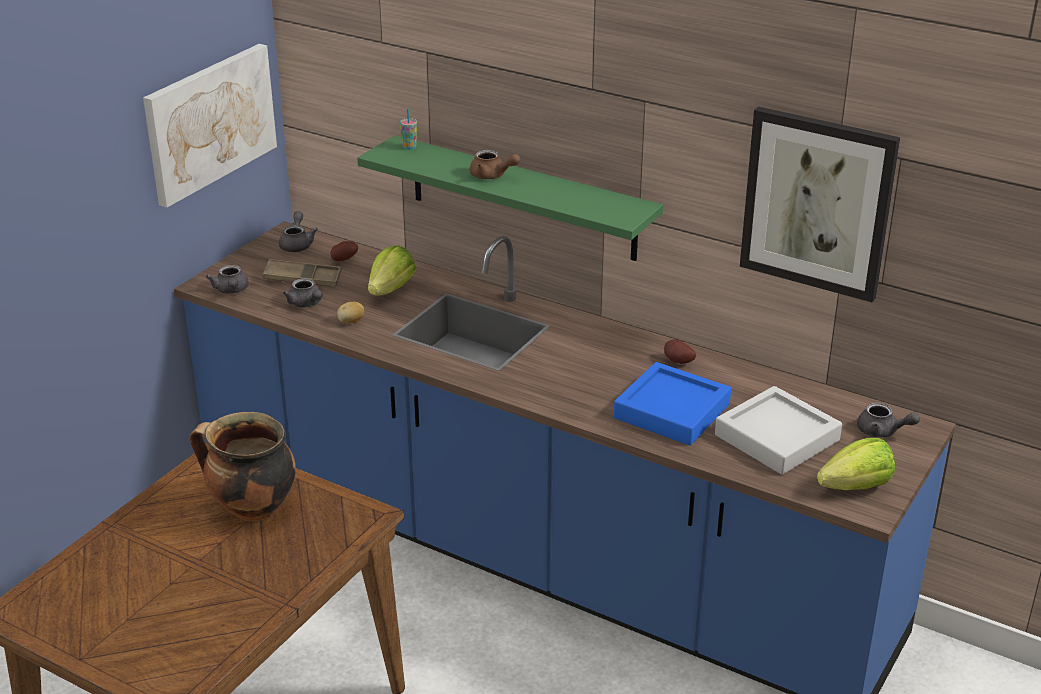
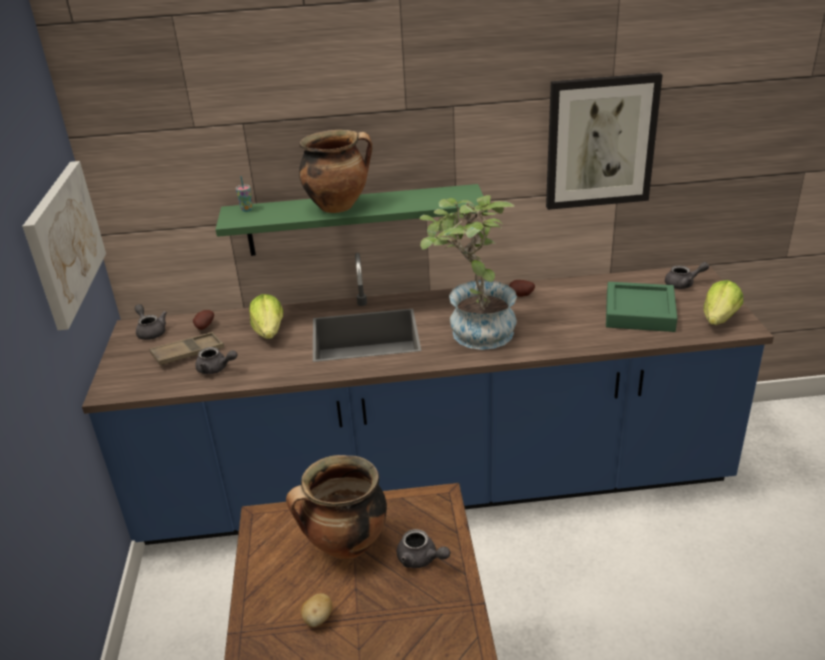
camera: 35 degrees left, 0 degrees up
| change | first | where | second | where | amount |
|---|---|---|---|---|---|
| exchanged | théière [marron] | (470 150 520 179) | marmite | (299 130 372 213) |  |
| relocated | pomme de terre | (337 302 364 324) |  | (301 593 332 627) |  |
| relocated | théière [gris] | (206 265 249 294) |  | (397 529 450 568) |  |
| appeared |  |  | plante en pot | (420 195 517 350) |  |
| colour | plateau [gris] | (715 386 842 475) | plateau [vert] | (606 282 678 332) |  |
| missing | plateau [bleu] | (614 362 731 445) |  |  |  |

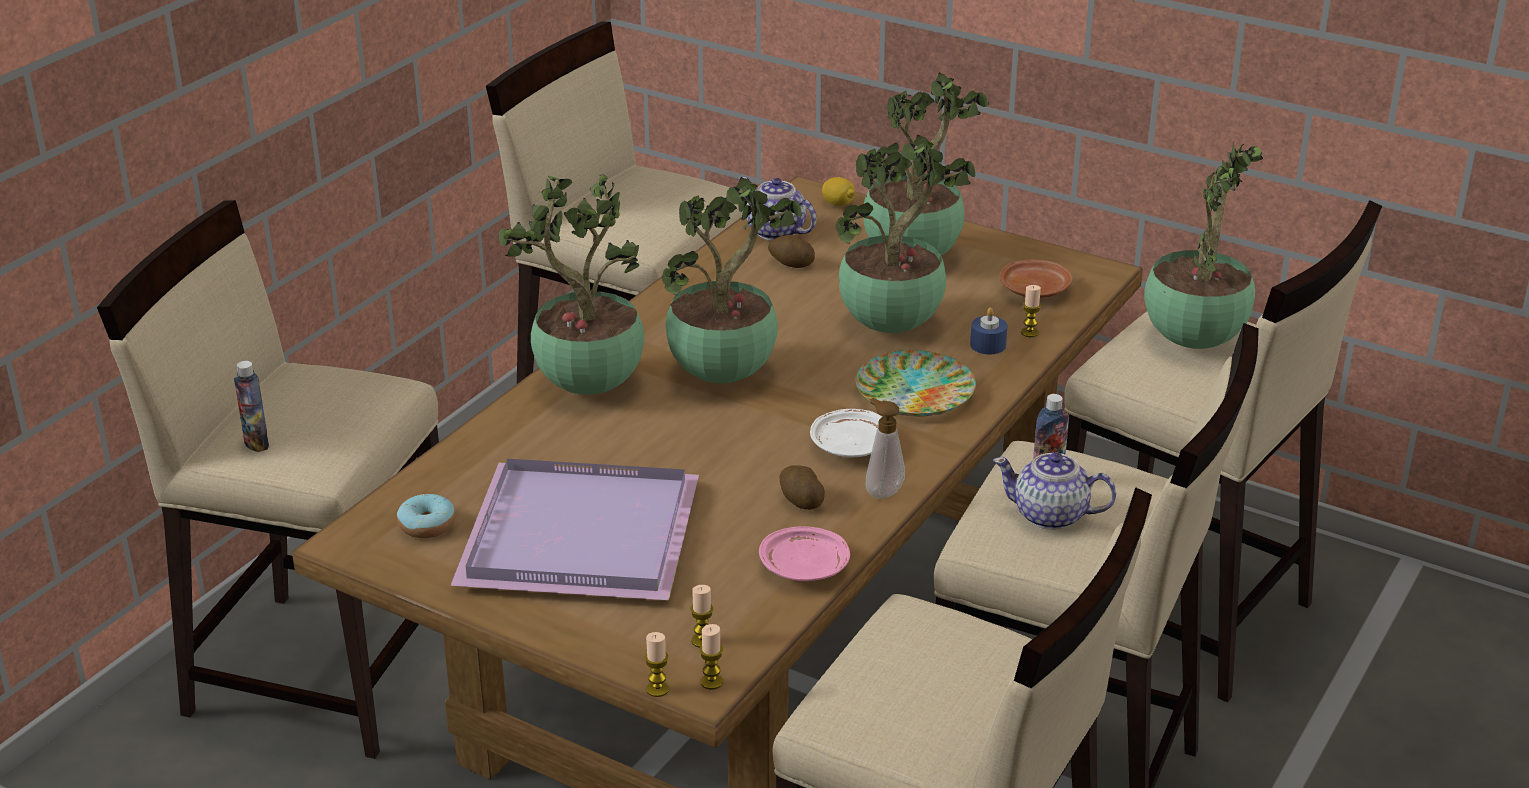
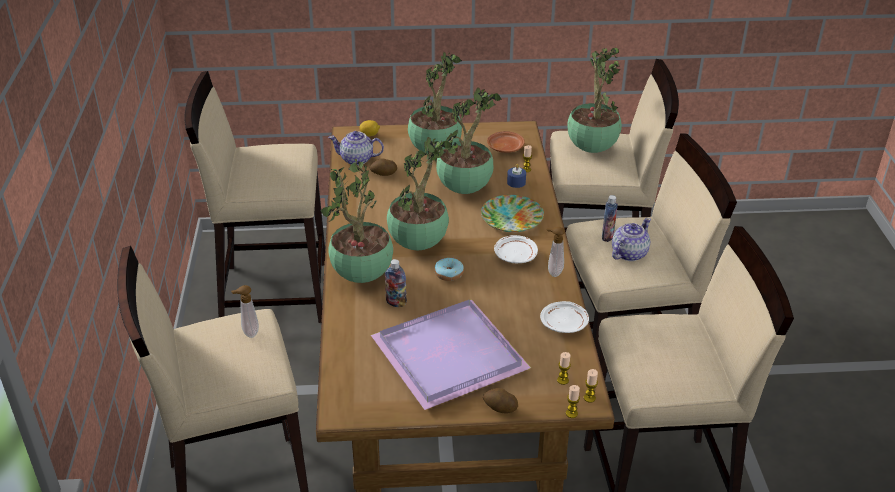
camera: 35 degrees left, 5 degrees up
| change | first | where | second | where | amount |
|---|---|---|---|---|---|
| appeared |  |  | distributeur de savon | (231 285 259 338) |  |
| relocated | bouteille | (234 361 269 452) |  | (385 259 407 307) |  |
| relocated | beignet | (397 494 455 538) |  | (434 258 464 281) |  |
| relocated | pomme de terre | (779 465 825 510) |  | (483 388 518 414) |  |
| colour | assiette [rose] | (759 526 850 581) | assiette [blanc] | (540 301 589 333) |  |
| spun | théière | (993 452 1116 530) |  | (612 218 651 261) | 150 degrees clockwise |

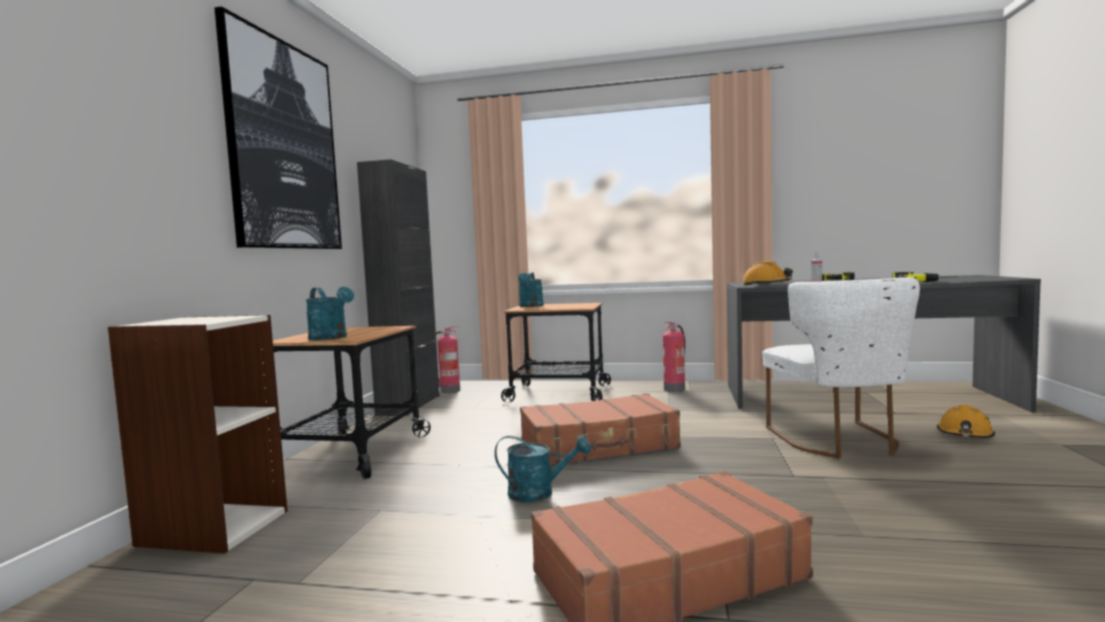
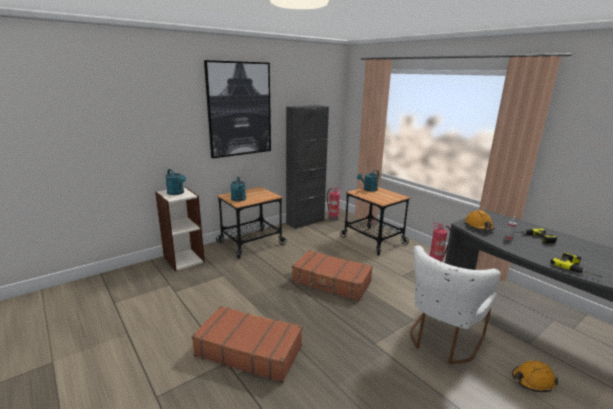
camera: 40 degrees right, 15 degrees up
| change | first | where | second | where | amount |
|---|---|---|---|---|---|
| relocated | arrosoir [turquoise] | (495 435 591 502) |  | (165 169 186 195) |  |

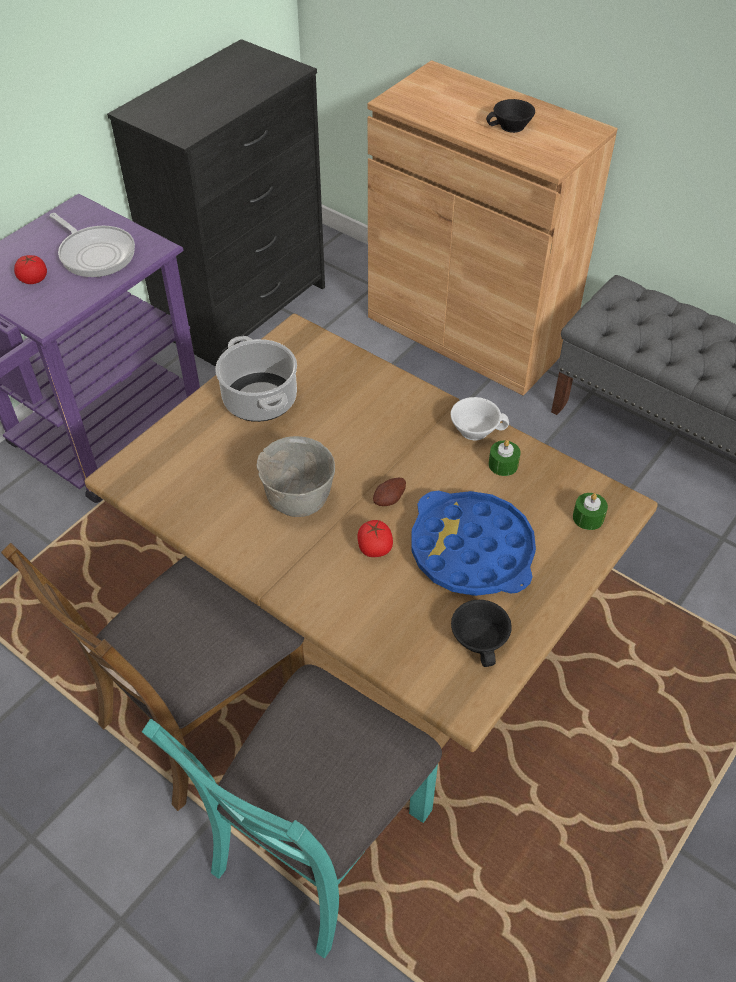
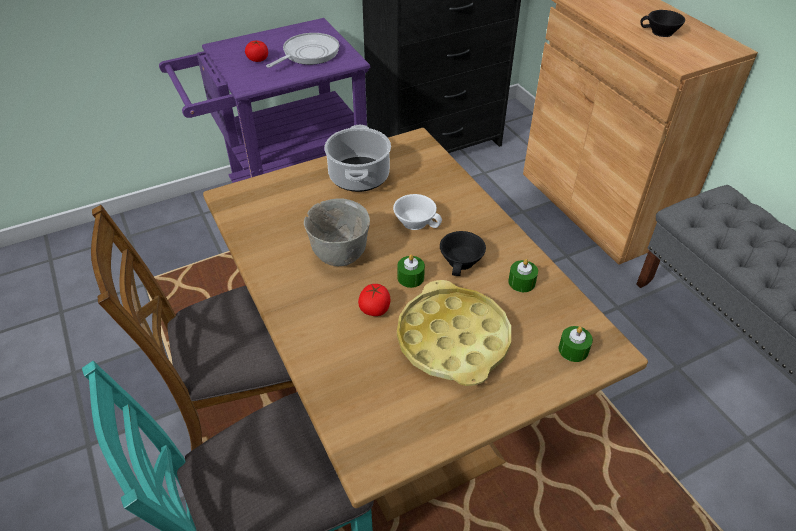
camera: 25 degrees right, 5 degrees down
| change | first | where | second | where | amount |
|---|---|---|---|---|---|
| spun | poêle | (49 213 135 277) |  | (266 33 339 68) | 120 degrees counterclockwise |
| relocated | tasse [blanc] | (451 397 509 440) |  | (393 194 442 230) |  |
| exchanged | pomme de terre | (373 478 406 506) | bougie [vert] | (397 254 425 288) |  |
| colour | plateau [bleu] | (411 491 536 596) | plateau [jaune] | (397 280 511 386) |  |
| relocated | tasse [noir] | (451 600 512 667) |  | (440 231 486 276) |  |

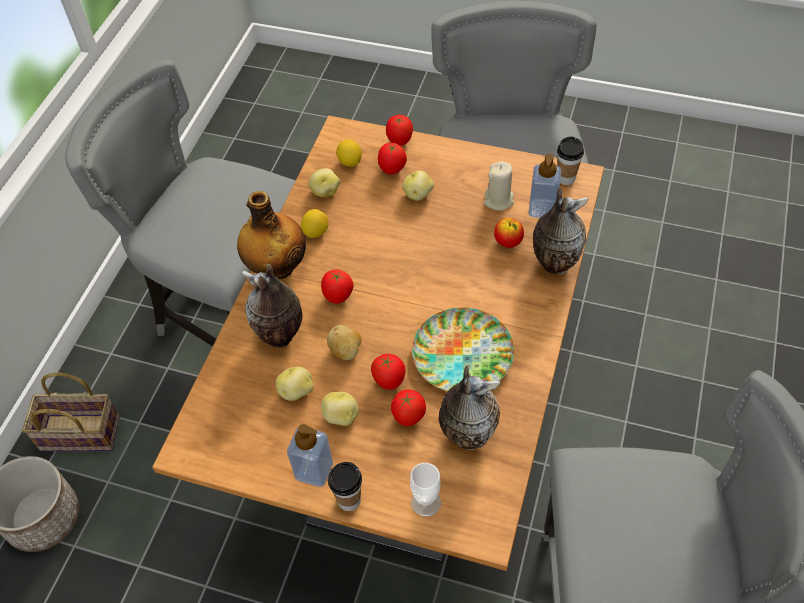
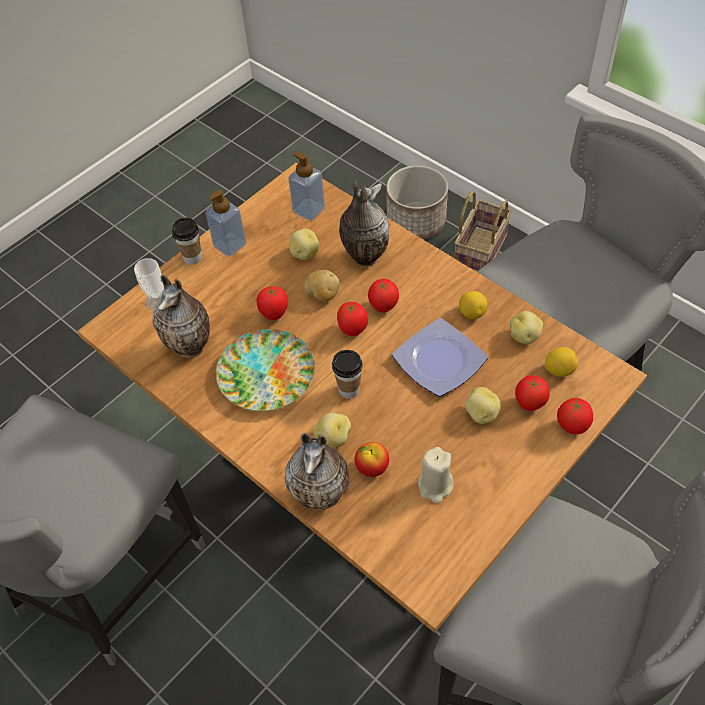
camera: 115 degrees right, 0 degrees up
| change | first | where | second | where | amount |
|---|---|---|---|---|---|
| relocated | distributeur de savon | (528 154 561 218) |  | (288 152 325 221) |  |
| relocated | pomme de terre | (321 392 359 426) |  | (314 413 351 448) |  |
| relocated | tasse | (557 136 584 185) |  | (332 350 363 399) |  |
| relocated | tomate | (391 389 426 426) |  | (337 302 368 336) |  |
| appeared |  |  | assiette | (392 318 488 397) |  |
| missing | bouteille | (237 191 306 279) |  |  |  |

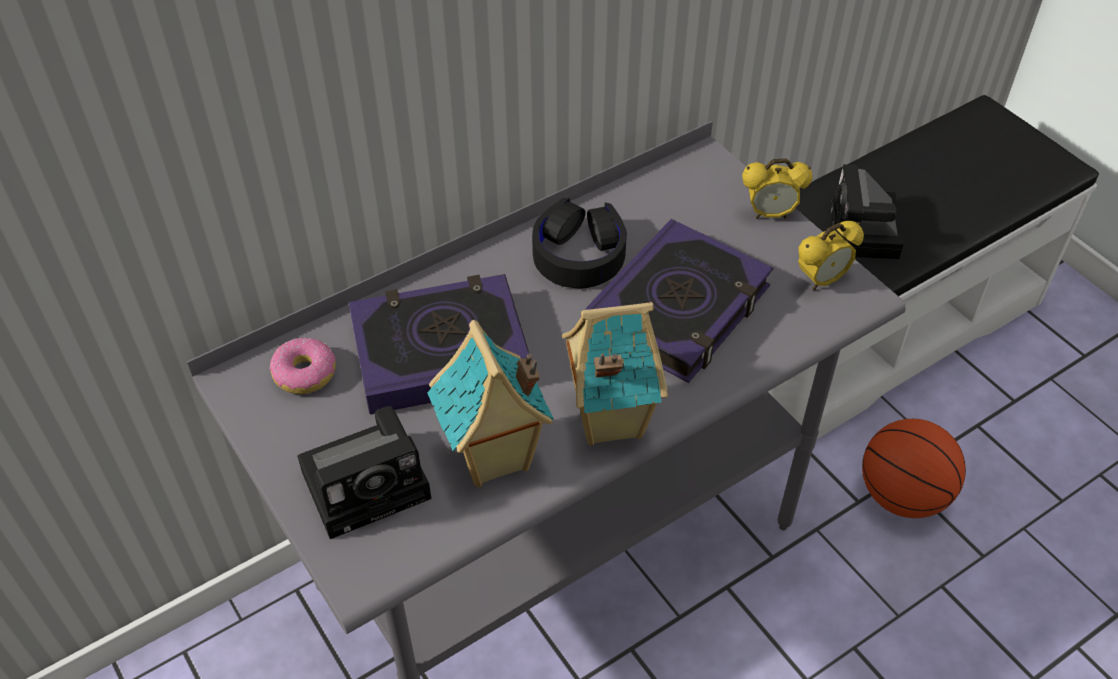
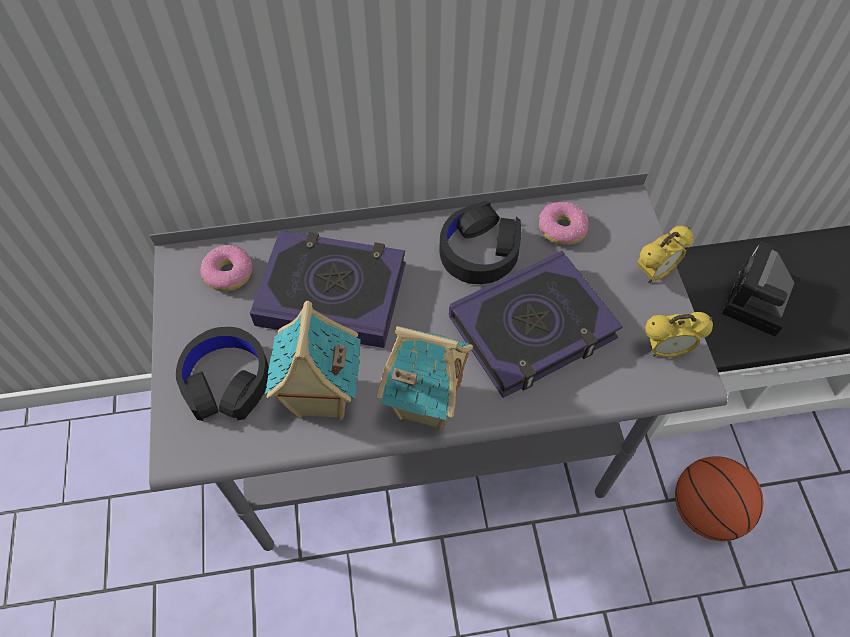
camera: 25 degrees right, 10 degrees up
| change | first | where | second | where | amount |
|---|---|---|---|---|---|
| exchanged | appareil photo | (297 406 431 539) | casque audio [noir] | (176 327 269 421) |  |
| appeared |  |  | beignet | (539 201 589 245) |  |
| spun | réveil | (742 158 813 219) |  | (637 226 694 283) | 60 degrees counterclockwise |

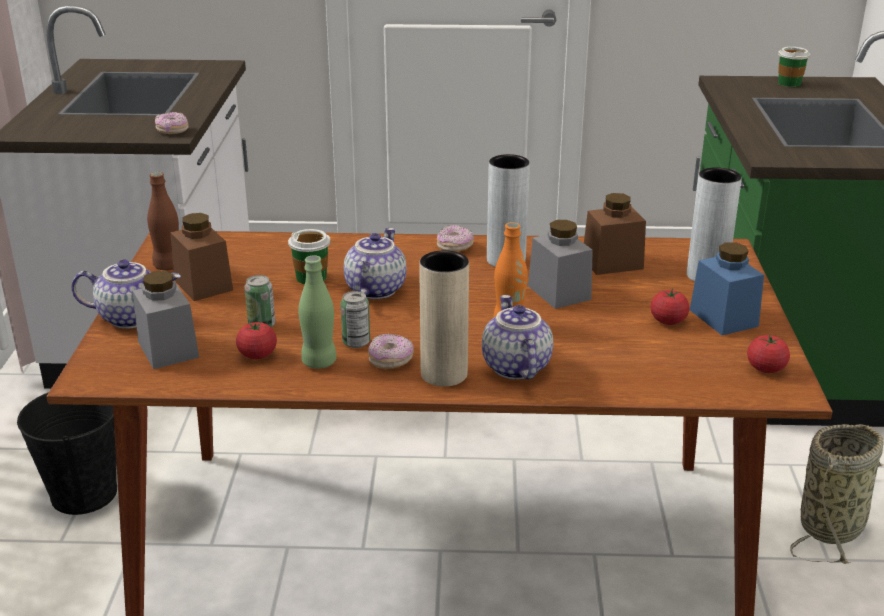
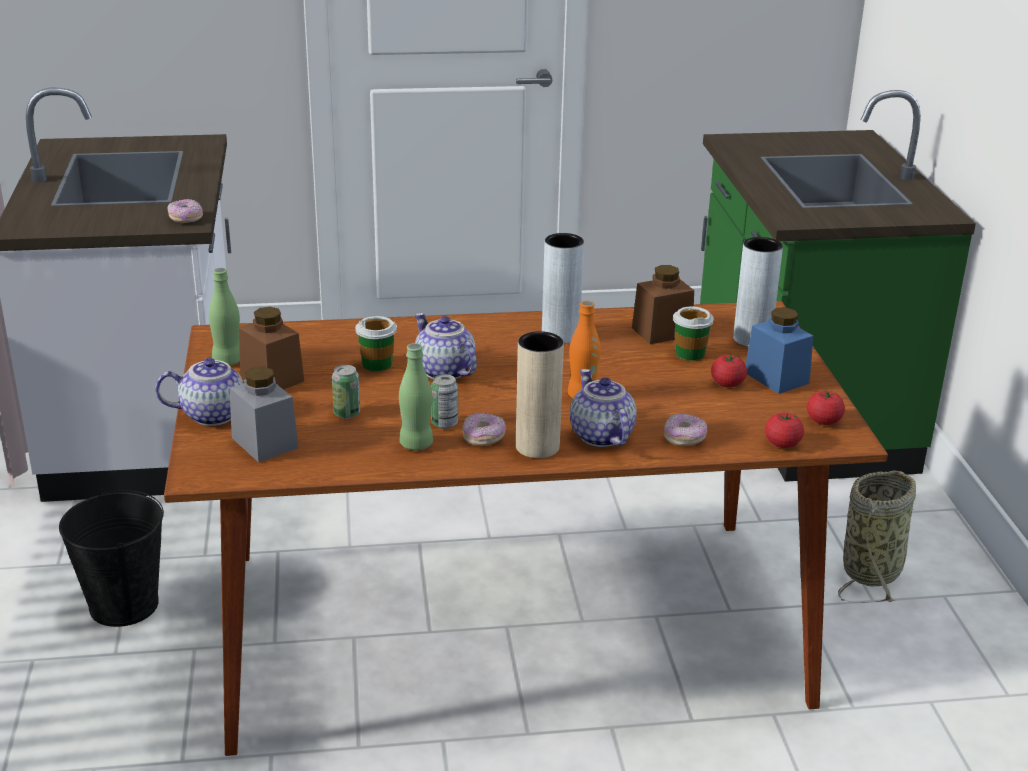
camera: 10 degrees left, 0 degrees up
| change | first | where | second | where | amount |
|---|---|---|---|---|---|
| colour | bouteille [marron] | (147 172 179 270) | bouteille [vert] | (209 268 240 365) |  |
| spun | théière | (344 228 407 299) |  | (415 313 477 379) | 45 degrees counterclockwise |
| relocated | beignet | (437 225 474 252) |  | (664 413 707 446) |  |
| relocated | tasse | (778 47 810 87) |  | (673 307 714 361) |  |
| relocated | tomate | (236 322 277 359) |  | (765 412 804 448) |  |
| missing | bocal [gris] | (528 220 593 309) |  |  |  |

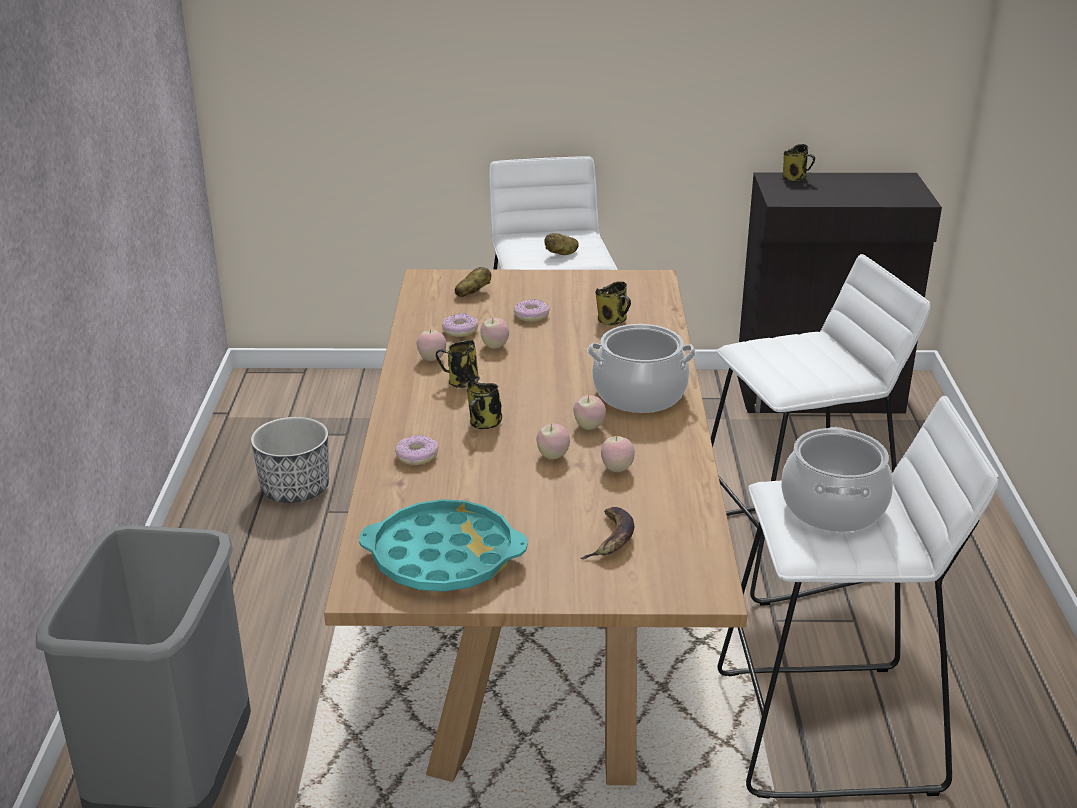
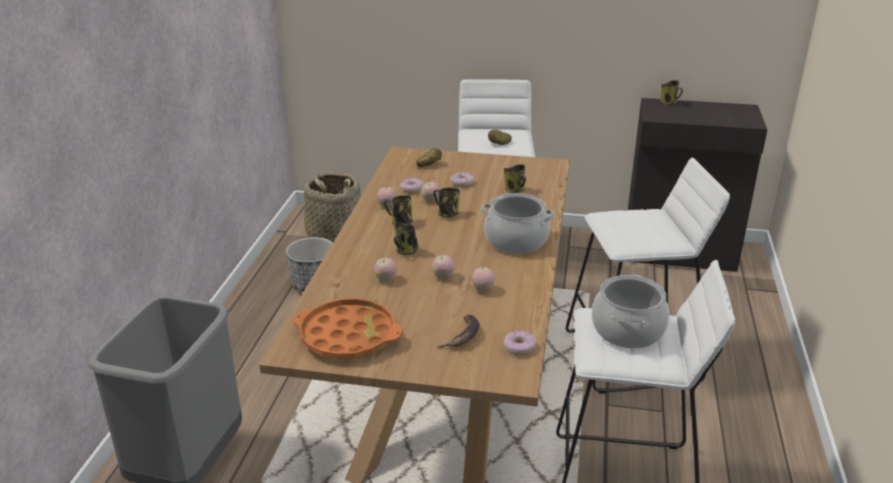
camera: 10 degrees right, 0 degrees up
| change | first | where | second | where | amount |
|---|---|---|---|---|---|
| colour | plateau [turquoise] | (359 499 528 592) | plateau [orange] | (294 298 403 359) |  |
| appeared |  |  | panier | (304 172 361 242) |  |
| relocated | pomme | (574 395 606 430) |  | (374 258 397 282) |  |
| appeared |  |  | mug | (433 187 460 218) |  |
| relocated | beignet | (395 435 438 465) |  | (503 331 537 355) |  |

